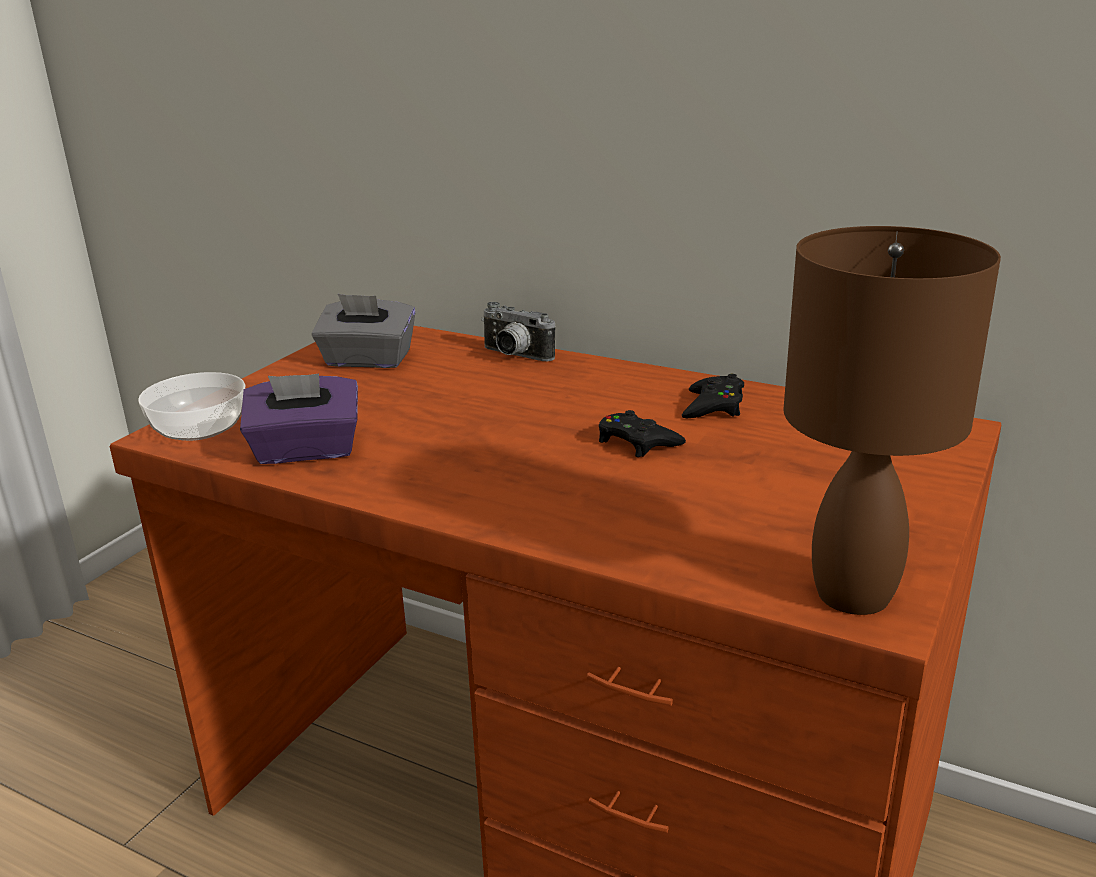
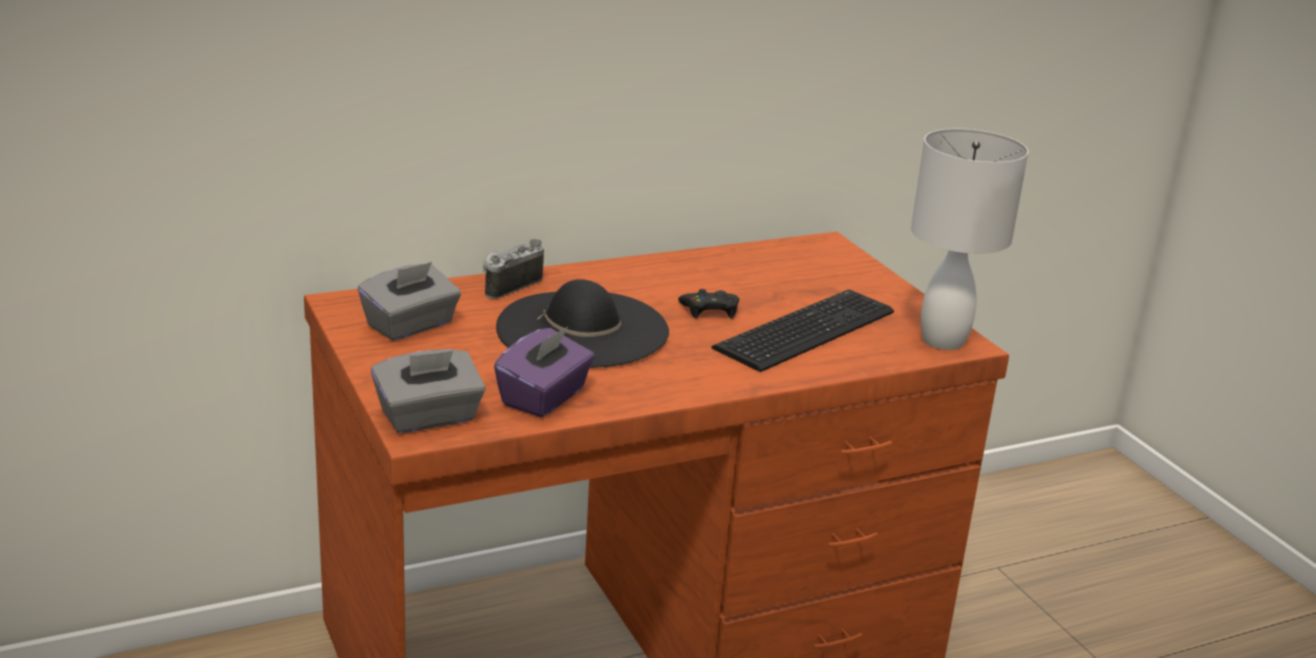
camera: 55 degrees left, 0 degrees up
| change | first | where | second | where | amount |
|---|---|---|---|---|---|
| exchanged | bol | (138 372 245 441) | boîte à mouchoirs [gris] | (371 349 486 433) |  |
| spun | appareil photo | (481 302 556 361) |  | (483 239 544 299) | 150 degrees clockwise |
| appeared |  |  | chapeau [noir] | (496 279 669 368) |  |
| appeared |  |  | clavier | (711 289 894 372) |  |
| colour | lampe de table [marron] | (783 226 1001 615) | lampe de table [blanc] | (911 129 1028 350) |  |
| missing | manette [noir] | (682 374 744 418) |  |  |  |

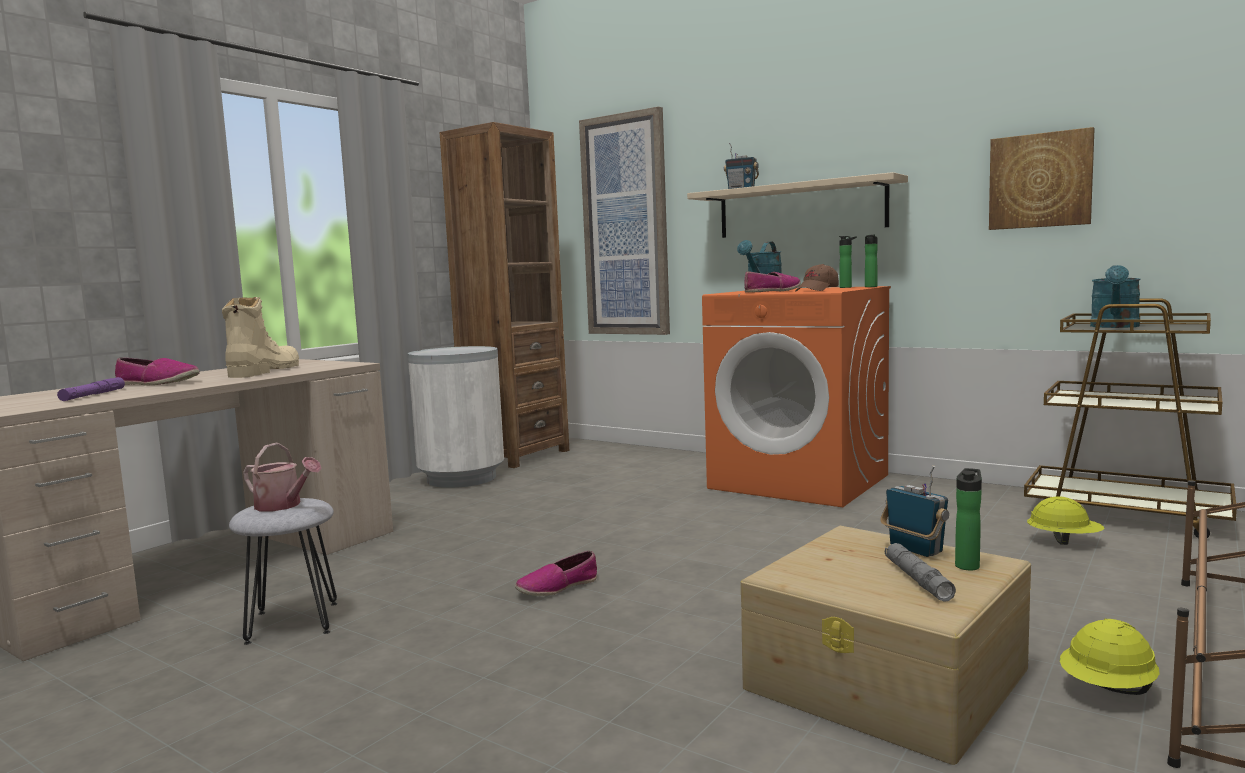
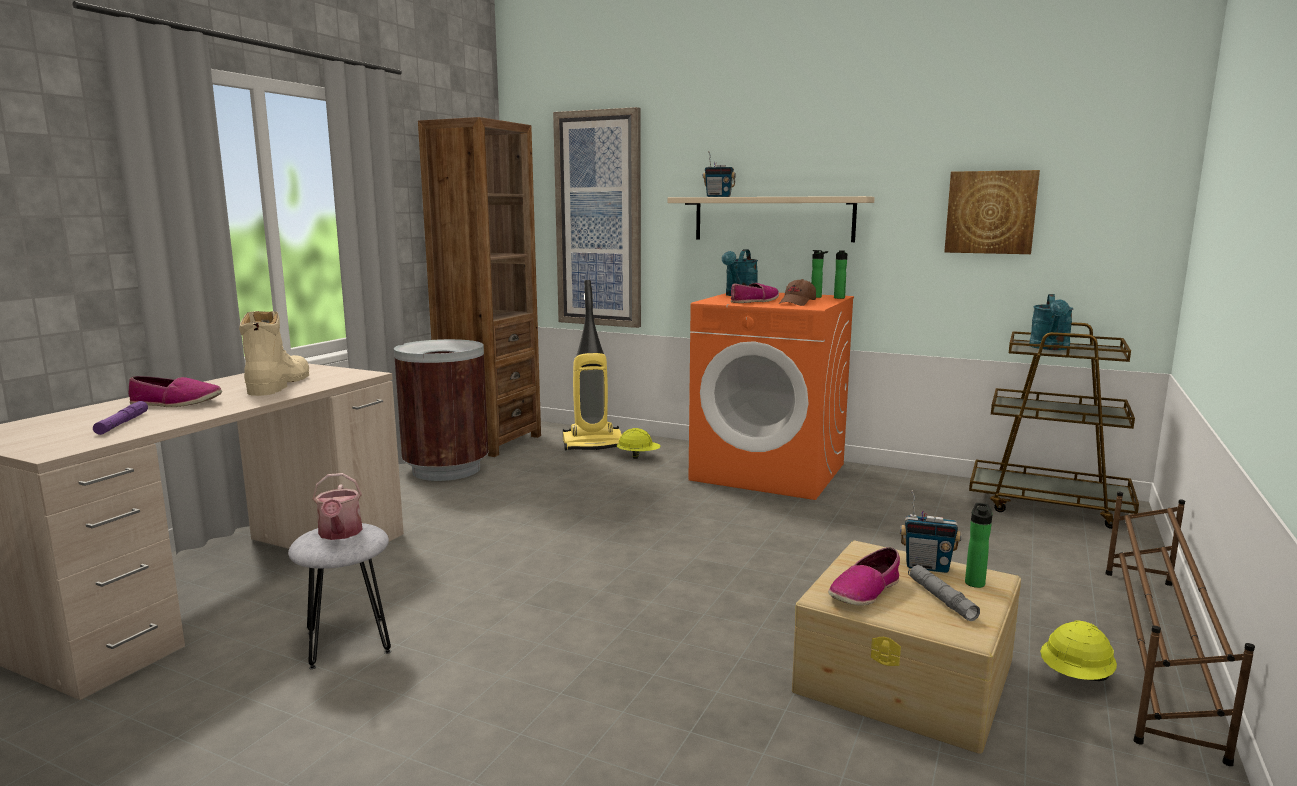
camera: 10 degrees left, 5 degrees up
| change | first | where | second | where | amount |
|---|---|---|---|---|---|
| spun | arrosoir | (243 443 322 512) |  | (313 473 362 540) | 60 degrees clockwise |
| colour | poubelle [blanc] | (408 346 504 488) | poubelle [marron] | (394 339 489 481) |  |
| appeared |  |  | aspirateur | (563 280 622 450) |  |
| relocated | casque de chantier [jaune] | (1027 496 1104 545) |  | (617 428 661 459) |  |
| relocated | chaussure | (515 551 597 596) |  | (828 547 900 606) |  |
| spun | radio | (880 465 949 557) |  | (900 490 962 573) | 150 degrees clockwise |

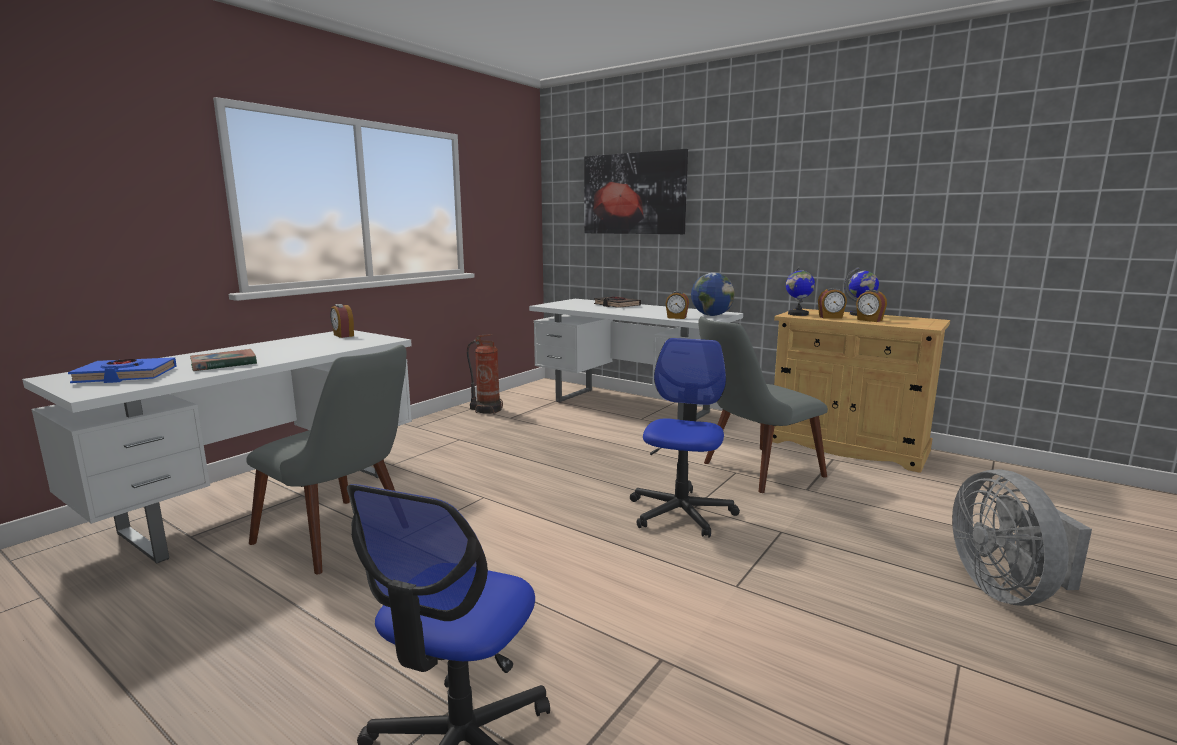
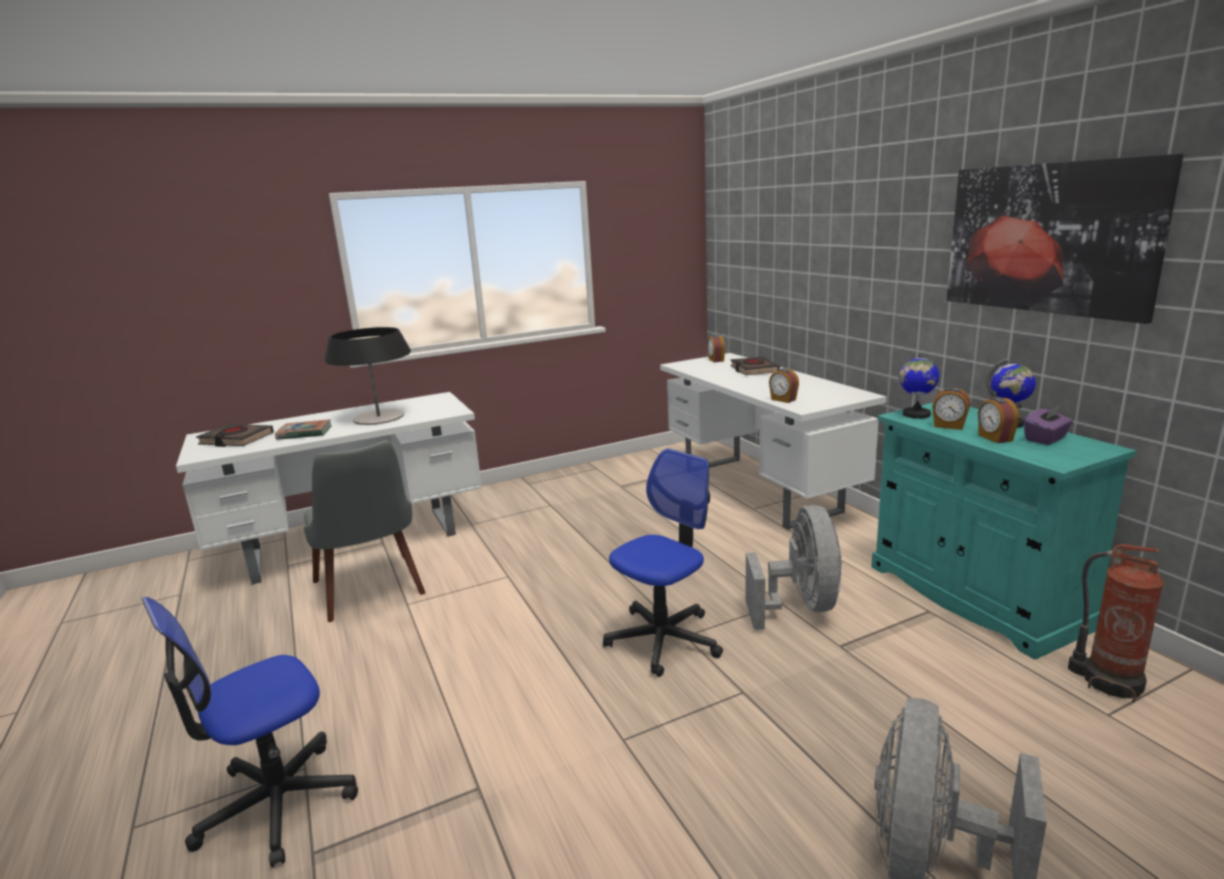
camera: 30 degrees right, 5 degrees up
| change | first | where | second | where | amount |
|---|---|---|---|---|---|
| colour | livre [bleu] | (68 357 177 383) | livre [noir] | (196 424 274 447) |  |
| appeared |  |  | lampe de table | (324 327 411 425) |  |
| relocated | réveil | (330 304 354 338) |  | (707 335 725 362) |  |
| exchanged | chaise [gris] | (698 316 828 493) | ventilateur [gris] | (746 505 842 630) |  |
| colour | meuble de rangement [beige] | (772 309 950 473) | meuble de rangement [turquoise] | (871 403 1136 660) |  |
| relocated | tableau | (584 149 688 234) |  | (947 153 1184 324) |  |
| appeared |  |  | boîte à mouchoirs [violet] | (1024 405 1073 445) |  |
| relocated | extincteur | (467 334 503 414) |  | (1068 544 1164 703) |  |
| missing | globe | (691 273 735 316) |  |  |  |

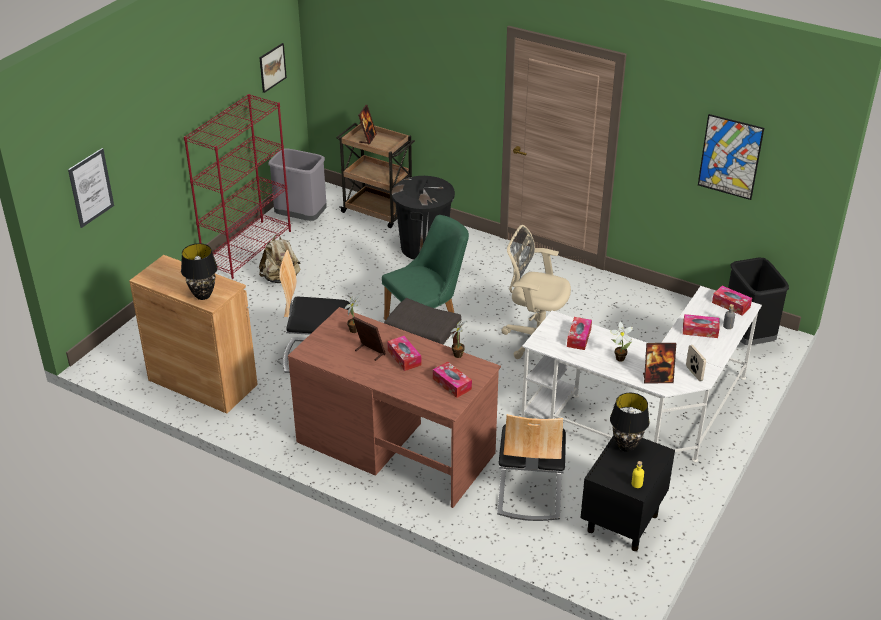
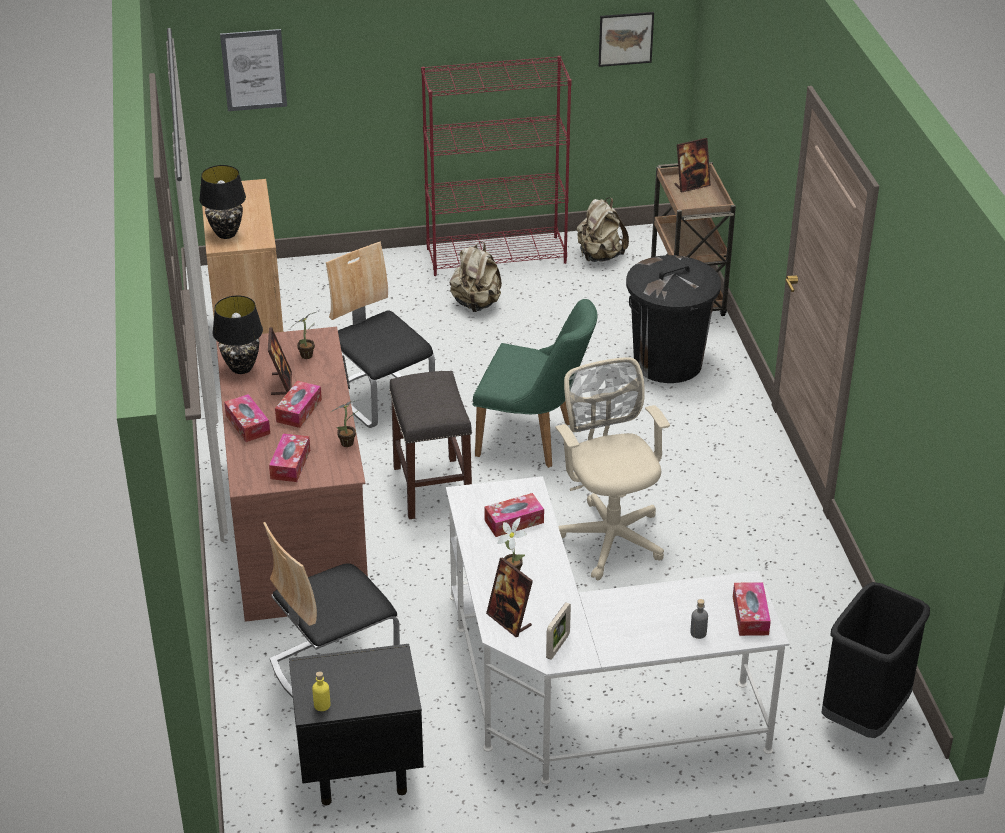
camera: 50 degrees right, 0 degrees up
| change | first | where | second | where | amount |
|---|---|---|---|---|---|
| relocated | lampe de table [noir] | (610 393 650 452) |  | (212 296 263 374) |  |
| relocated | boîte à mouchoirs | (683 314 720 338) |  | (224 394 270 442) |  |
| exchanged | poubelle [gris] | (268 148 327 221) | sac à dos [beige] | (577 197 629 262) |  |
| missing | tableau | (698 114 764 200) |  |  |  |

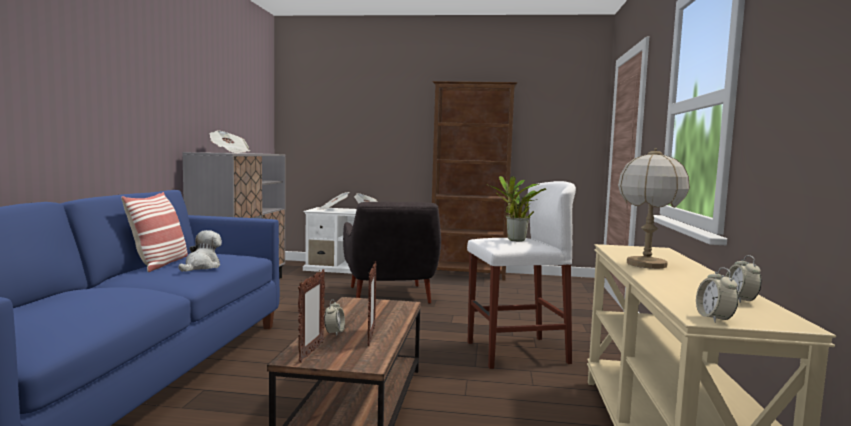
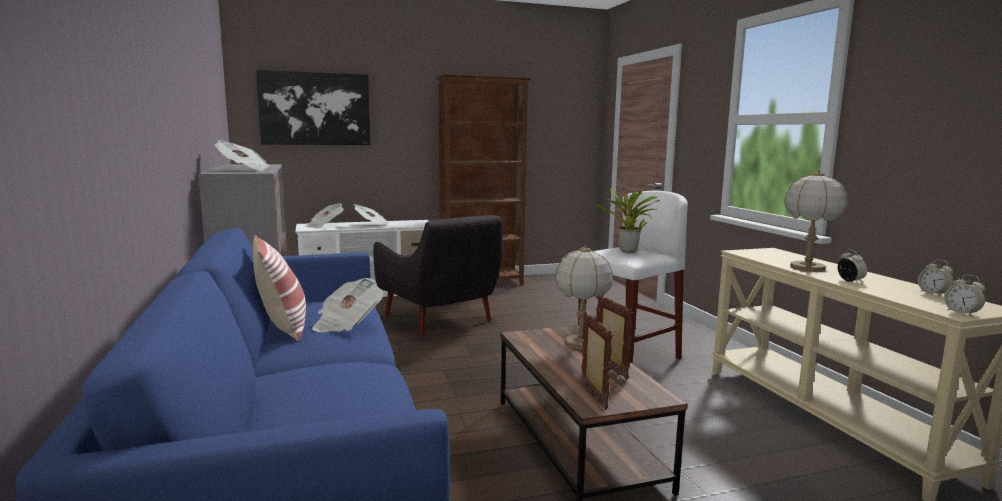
camera: 25 degrees left, 5 degrees up
| change | first | where | second | where | amount |
|---|---|---|---|---|---|
| appeared |  |  | tableau | (256 70 370 145) |  |
| exchanged | peluche | (179 230 222 272) | journal | (312 278 383 332) |  |
| appeared |  |  | lampe de table | (555 245 613 350) |  |
| relocated | réveil | (324 300 345 336) |  | (838 249 867 282) |  |

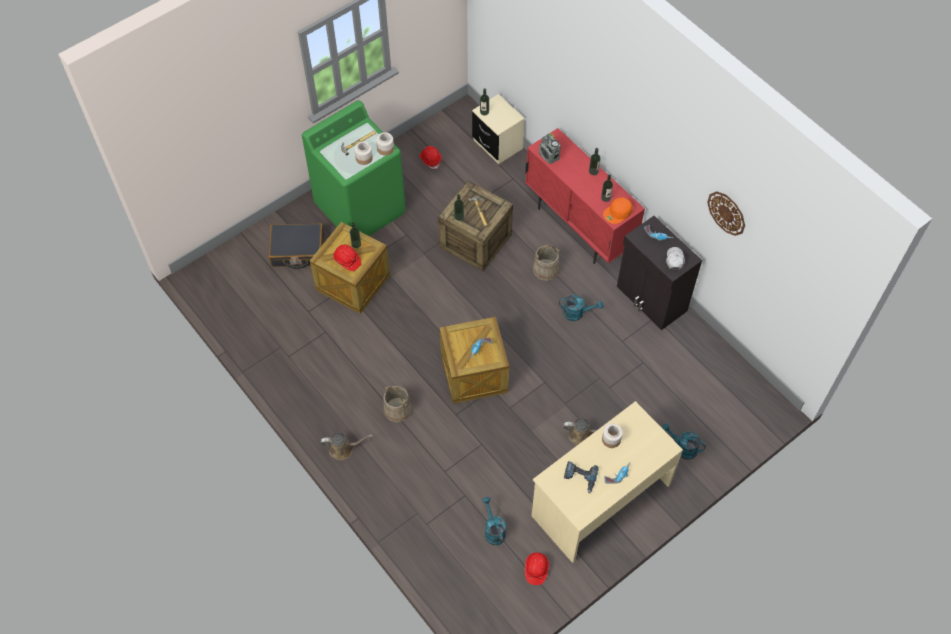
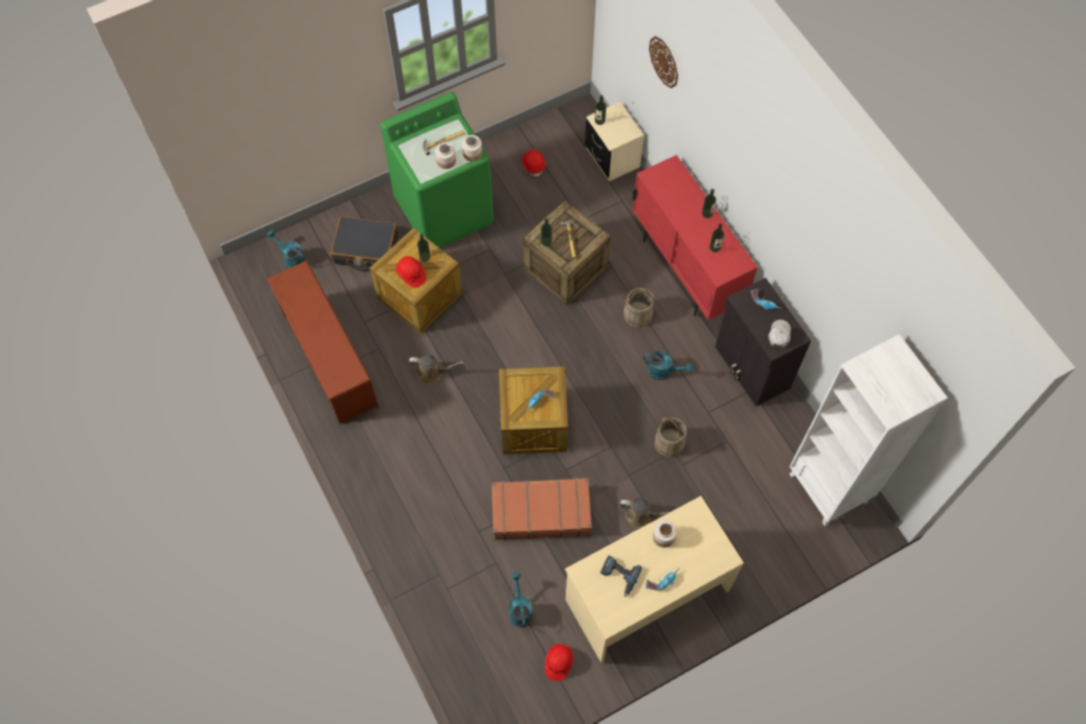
camera: 10 degrees right, 5 degrees up
| change | first | where | second | where | amount |
|---|---|---|---|---|---|
| relocated | arrosoir [turquoise] | (662 423 706 460) |  | (267 230 306 269) |  |
| appeared |  |  | étagère à chaussures [marron] | (267 260 379 424) |  |
| relocated | arrosoir [marron] | (321 433 373 460) |  | (408 354 464 384) |  |
| appeared |  |  | valise [marron] | (492 478 592 540) |  |
| relocated | horloge murale | (707 191 745 236) |  | (649 36 678 88) |  |
| relocated | seau [beige] | (383 386 411 422) |  | (654 417 687 457) |  |
| appeared |  |  | bibliothèque [blanc] | (789 334 948 526) |  |
| missing | radio | (539 133 561 164) |  |  |  |
| missing | casquette [orange] | (603 197 632 224) |  |  |  |

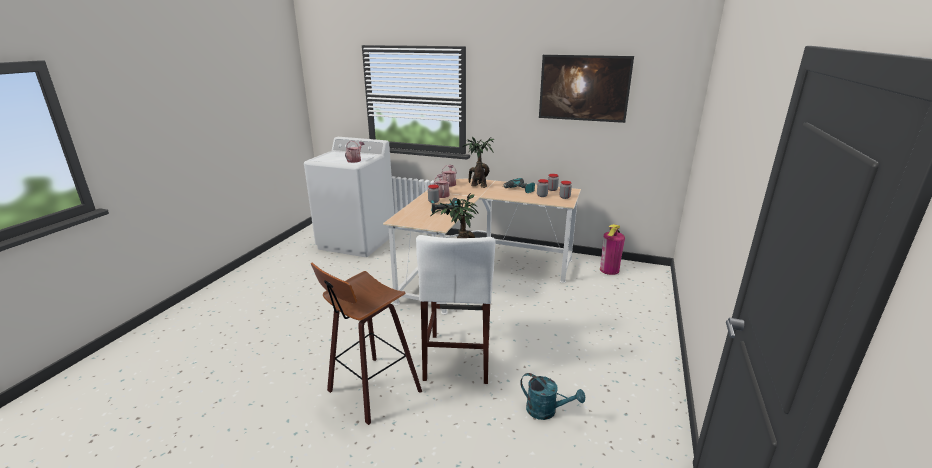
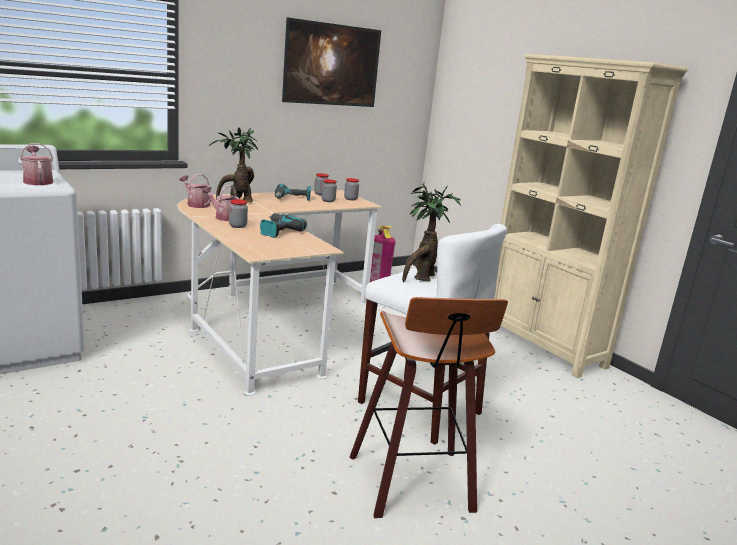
camera: 55 degrees left, 5 degrees down
| change | first | where | second | where | amount |
|---|---|---|---|---|---|
| appeared |  |  | bibliothèque [beige] | (494 54 688 378) |  |
| missing | arrosoir [turquoise] | (520 373 585 420) |  |  |  |

